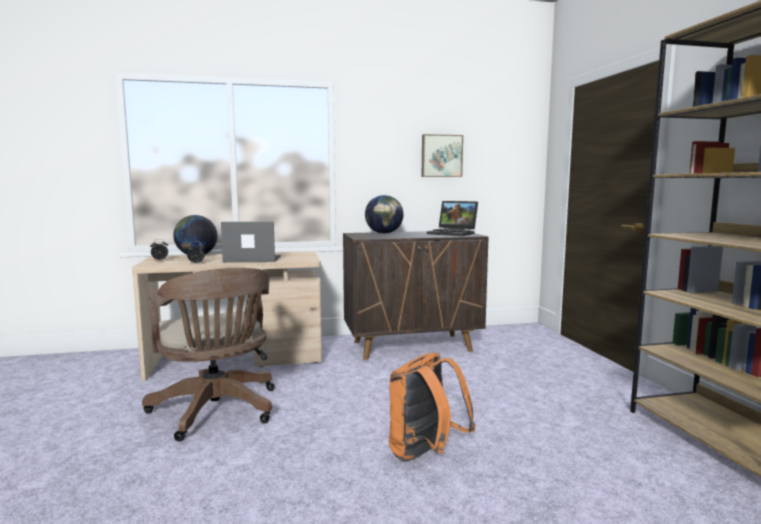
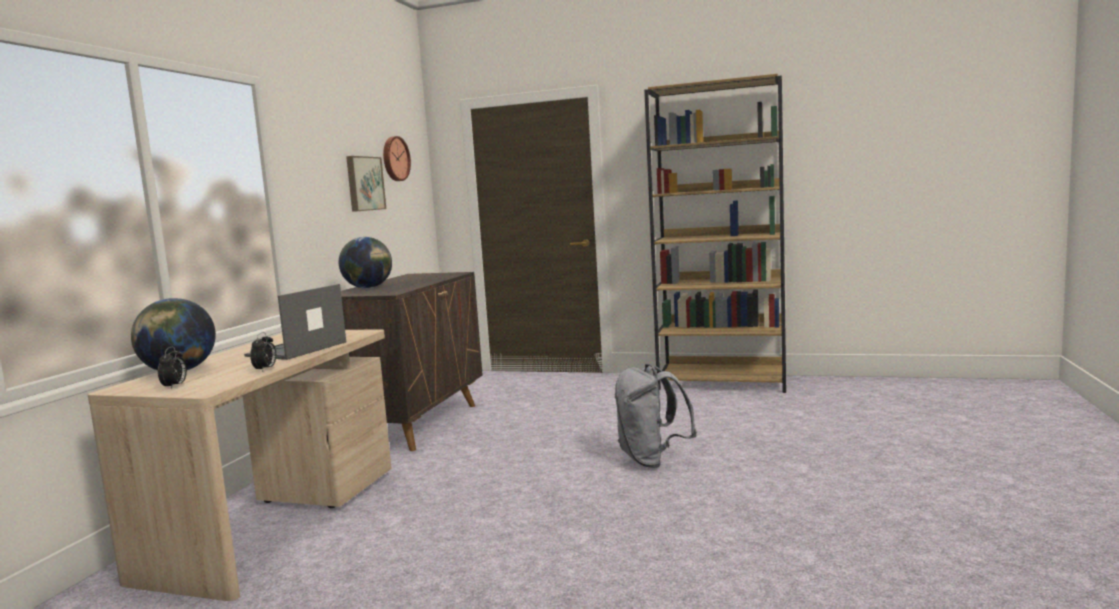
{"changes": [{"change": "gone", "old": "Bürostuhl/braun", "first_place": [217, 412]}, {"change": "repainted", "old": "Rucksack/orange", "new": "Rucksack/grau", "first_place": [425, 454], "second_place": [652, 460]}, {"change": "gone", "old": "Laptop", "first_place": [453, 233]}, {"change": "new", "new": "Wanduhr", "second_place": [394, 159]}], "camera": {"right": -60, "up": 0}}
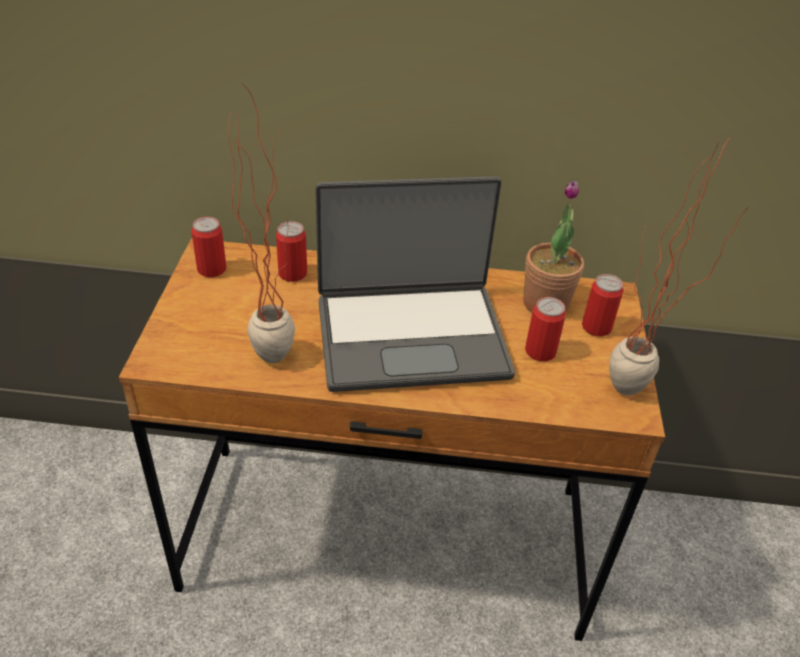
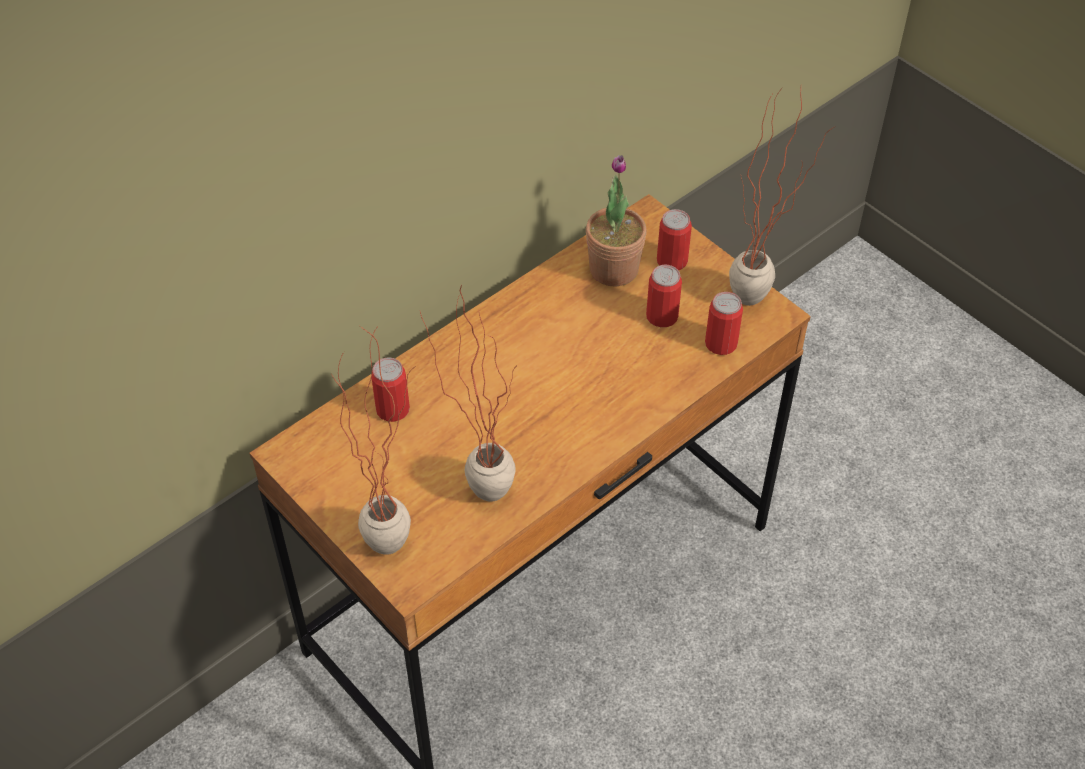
{"changes": [{"change": "shifted", "old": "Dose", "first_place": [212, 269], "second_place": [721, 343]}, {"change": "gone", "old": "Laptop", "first_place": [411, 336]}, {"change": "new", "new": "Topfpflanze", "second_place": [397, 533]}], "camera": {"right": -45, "up": 10}}
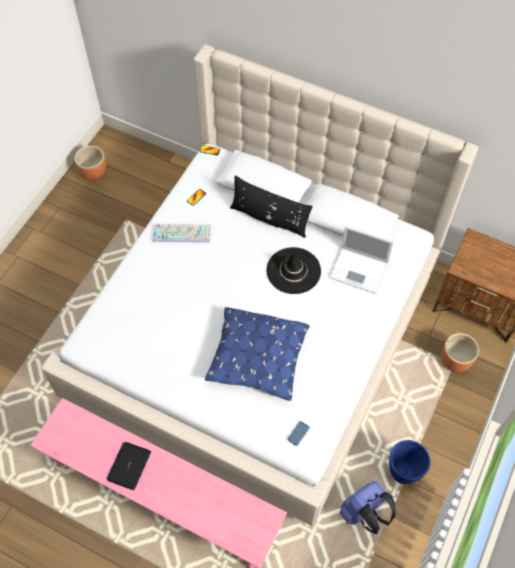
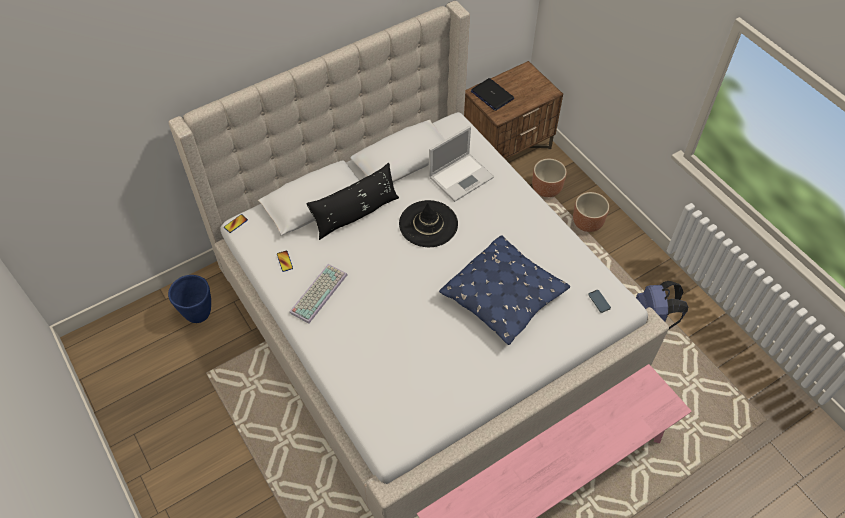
{"changes": [{"change": "shifted", "old": "Pflanzkübel/braun", "first_place": [94, 173], "second_place": [587, 222]}, {"change": "shifted", "old": "Laptop", "first_place": [129, 465], "second_place": [492, 95]}, {"change": "shifted", "old": "Pflanzkübel/blau", "first_place": [403, 472], "second_place": [198, 313]}], "camera": {"right": -60, "up": -5}}
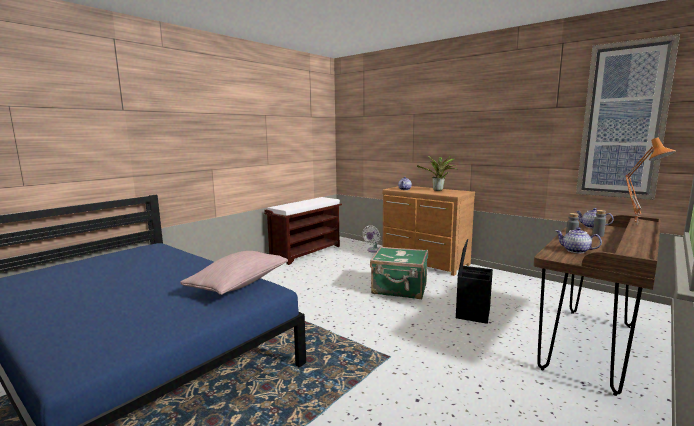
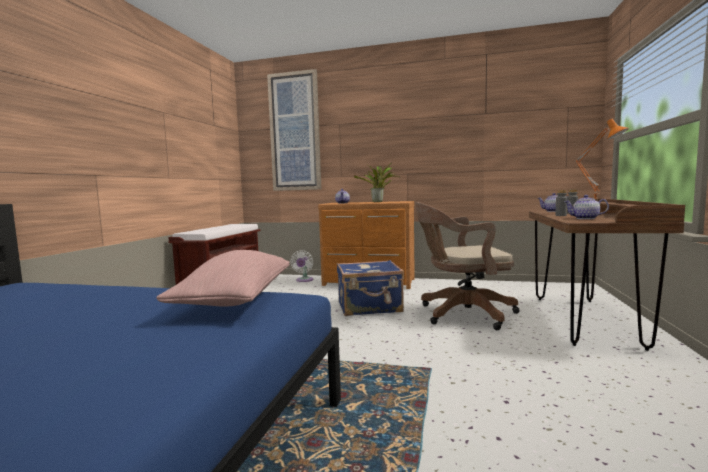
{"changes": [{"change": "repainted", "old": "Koffer/grün", "new": "Koffer/blau", "first_place": [400, 289], "second_place": [370, 307]}, {"change": "swapped", "old": "Aufbewahrungsbox/schwarz", "new": "Bürostuhl/braun", "first_place": [472, 313], "second_place": [462, 314]}, {"change": "shifted", "old": "Bild", "first_place": [623, 121], "second_place": [295, 132]}], "camera": {"right": -25, "up": -5}}
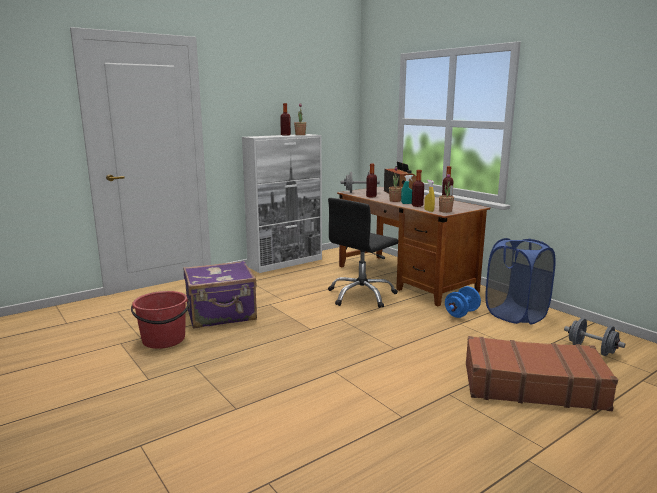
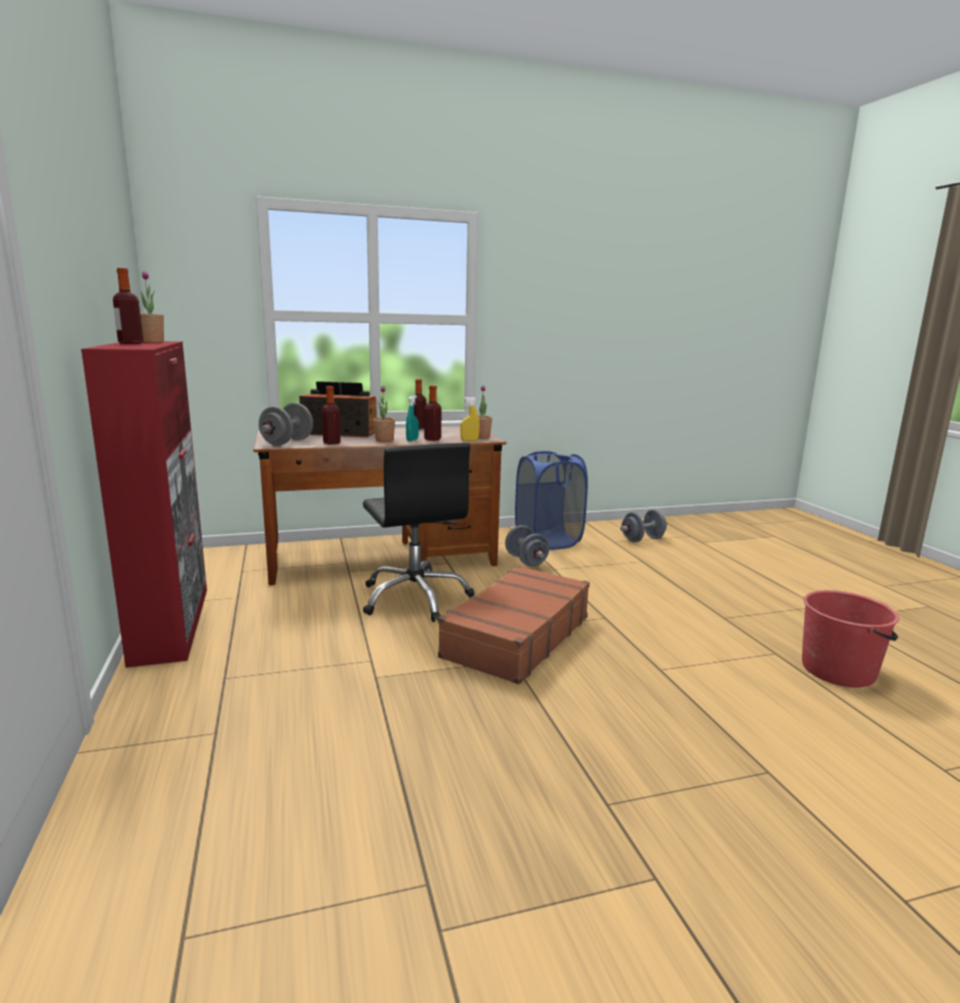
{"changes": [{"change": "shifted", "old": "Eimer/rot", "first_place": [164, 340], "second_place": [839, 670]}, {"change": "gone", "old": "Koffer/lila", "first_place": [221, 315]}, {"change": "repainted", "old": "Schrank/weiß", "new": "Schrank/rot", "first_place": [286, 263], "second_place": [171, 623]}, {"change": "repainted", "old": "Hantel/blau", "new": "Hantel/grau", "first_place": [461, 313], "second_place": [526, 561]}, {"change": "shifted", "old": "Koffer/braun", "first_place": [532, 385], "second_place": [516, 637]}], "camera": {"right": -70, "up": 0}}
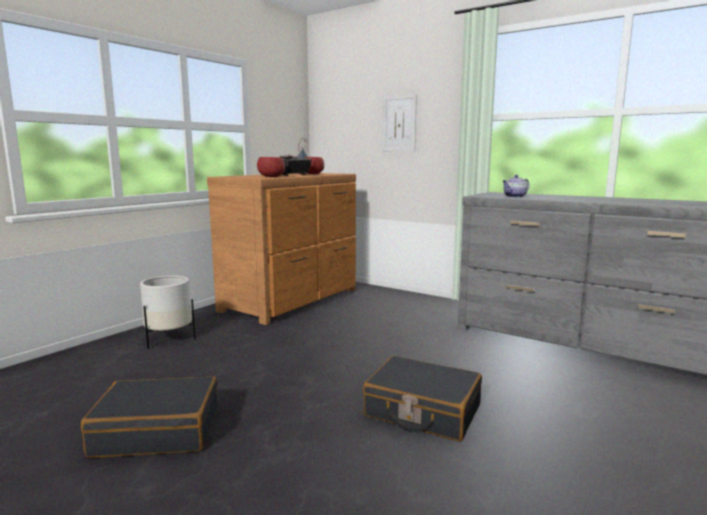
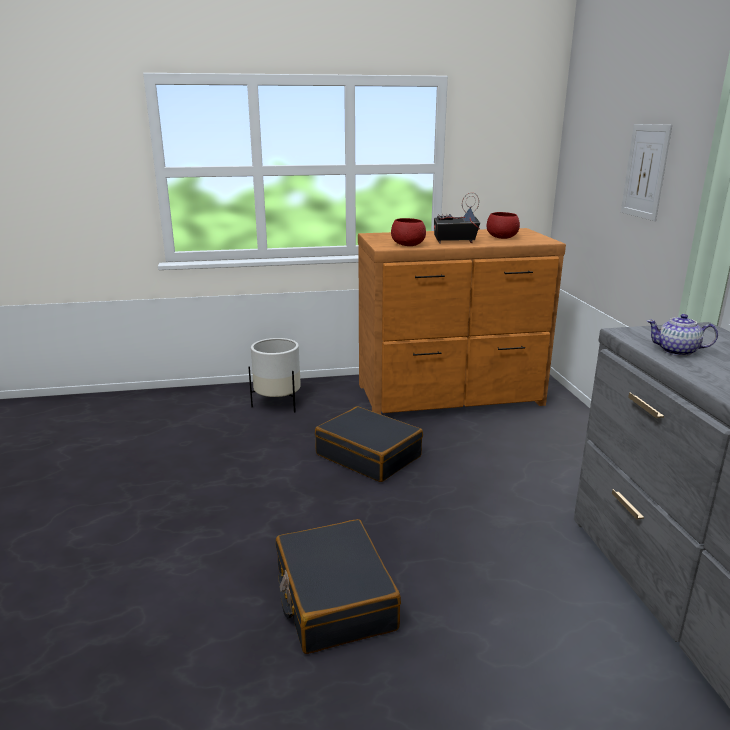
{"changes": [{"change": "shifted", "old": "Koffer/schwarz", "first_place": [158, 431], "second_place": [369, 455]}], "camera": {"right": 45, "up": 10}}
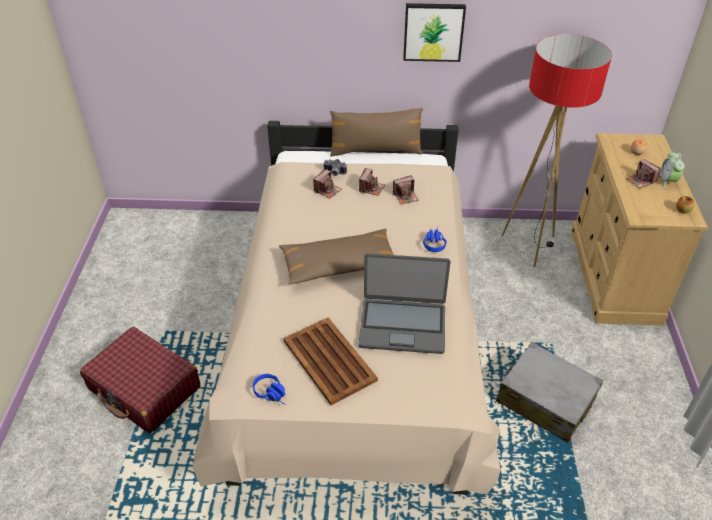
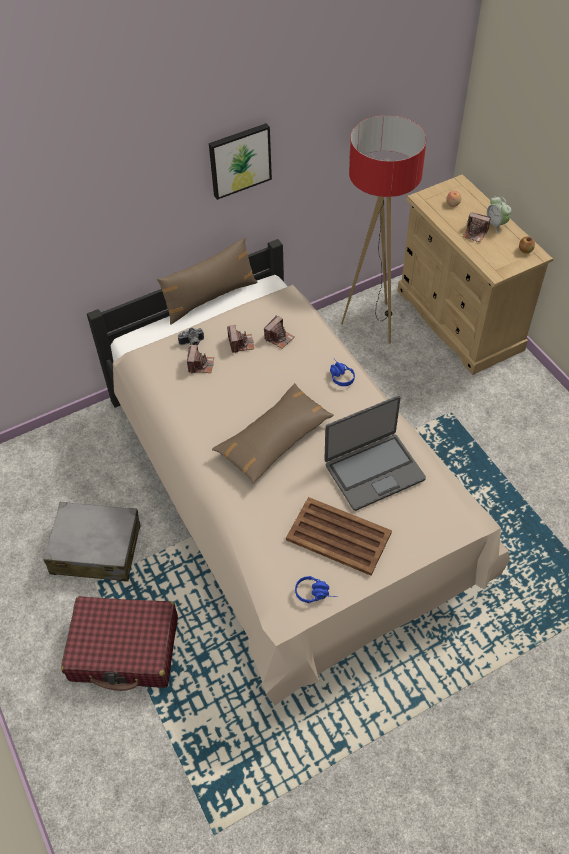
{"changes": [{"change": "shifted", "old": "Koffer/grau", "first_place": [545, 400], "second_place": [96, 549]}], "camera": {"right": -30, "up": 10}}
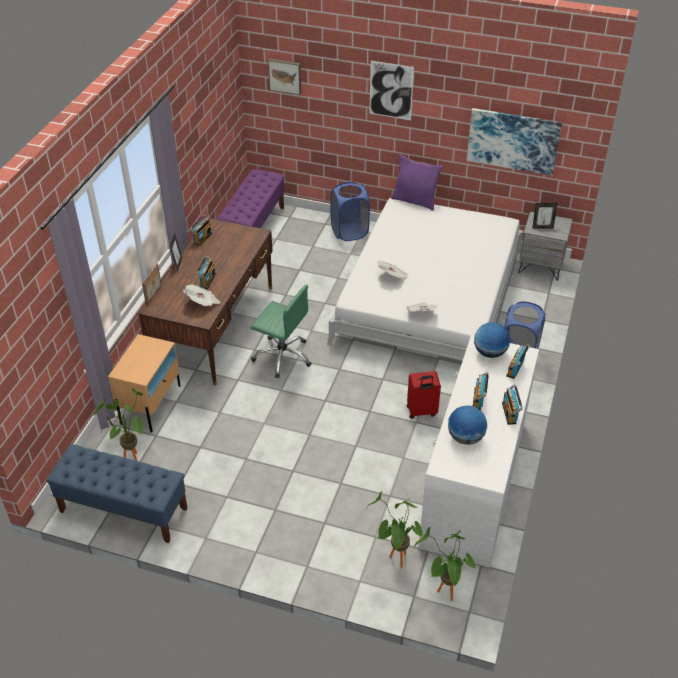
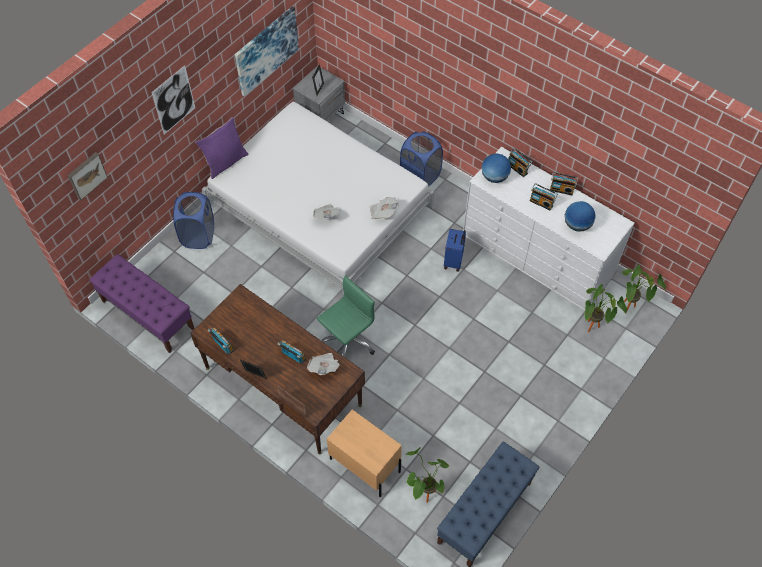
{"changes": [{"change": "repainted", "old": "Koffer/rot", "new": "Koffer/blau", "first_place": [421, 412], "second_place": [454, 261]}], "camera": {"right": -70, "up": 15}}
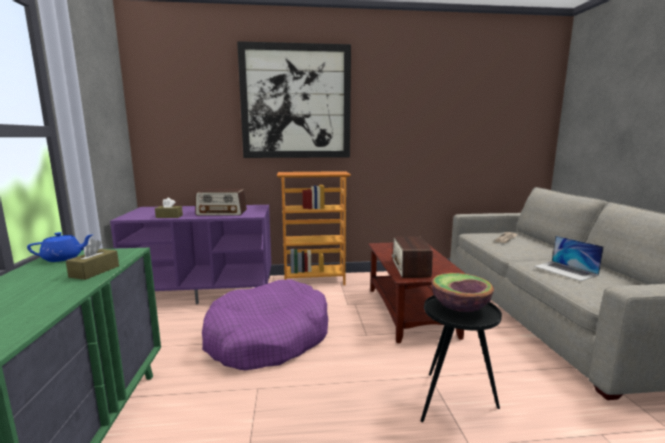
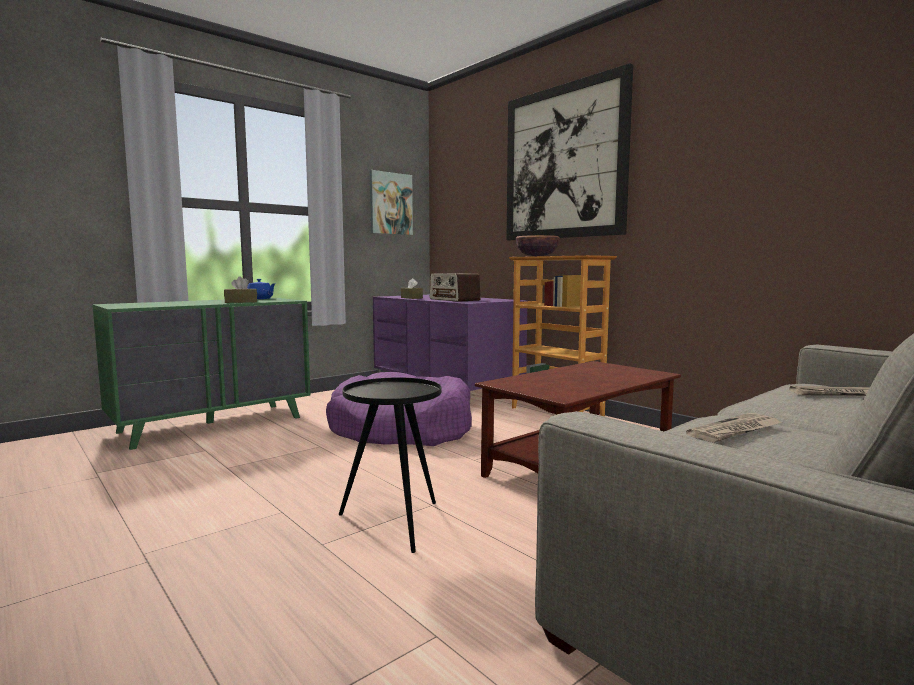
{"changes": [{"change": "gone", "old": "Radio", "first_place": [410, 268]}, {"change": "shifted", "old": "Schüssel", "first_place": [459, 307], "second_place": [537, 256]}, {"change": "swapped", "old": "Laptop", "new": "Zeitung", "first_place": [565, 270], "second_place": [735, 431]}, {"change": "new", "new": "Bild", "second_place": [390, 203]}], "camera": {"right": 55, "up": -5}}
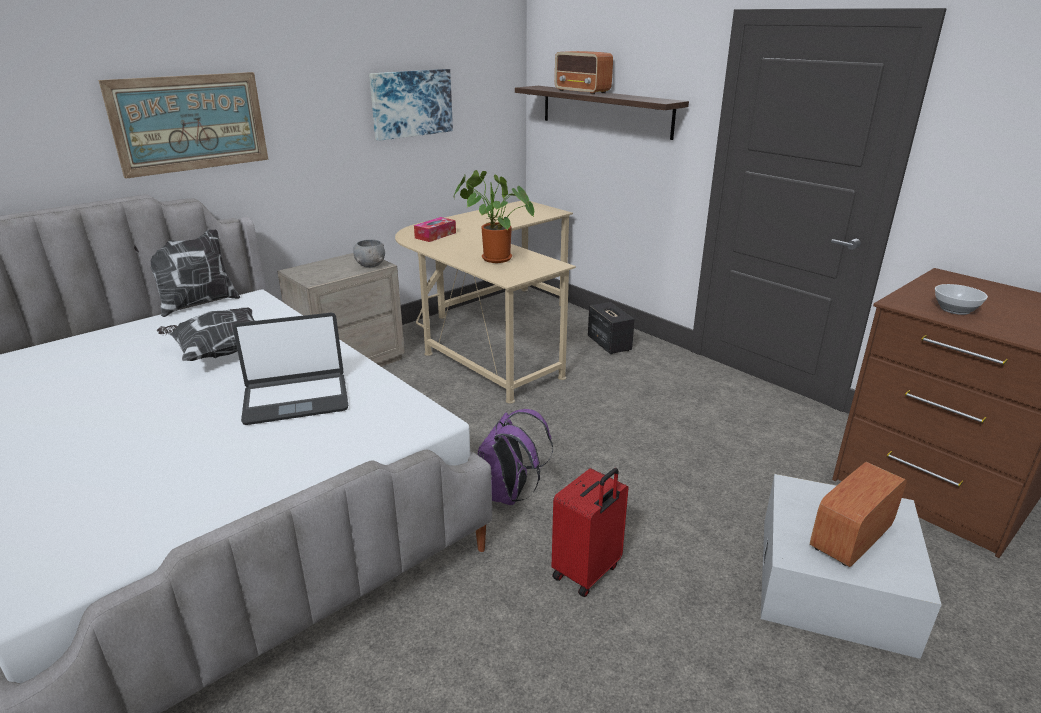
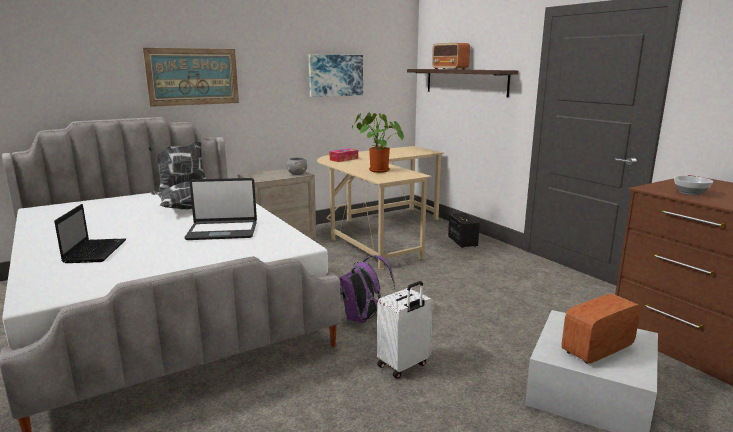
{"changes": [{"change": "repainted", "old": "Koffer/rot", "new": "Koffer/weiß", "first_place": [587, 572], "second_place": [403, 365]}, {"change": "new", "new": "Laptop", "second_place": [95, 251]}], "camera": {"right": 10, "up": -10}}
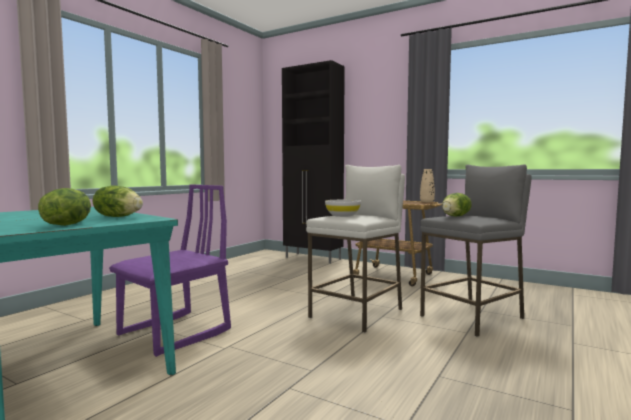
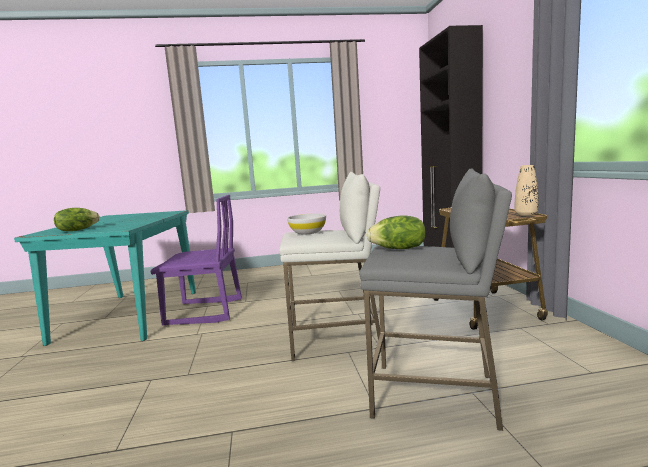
{"changes": [{"change": "gone", "old": "Salatkopf", "first_place": [118, 217]}], "camera": {"right": 50, "up": 5}}
